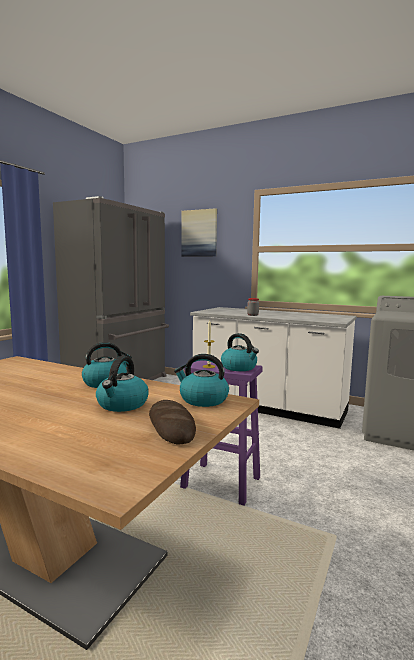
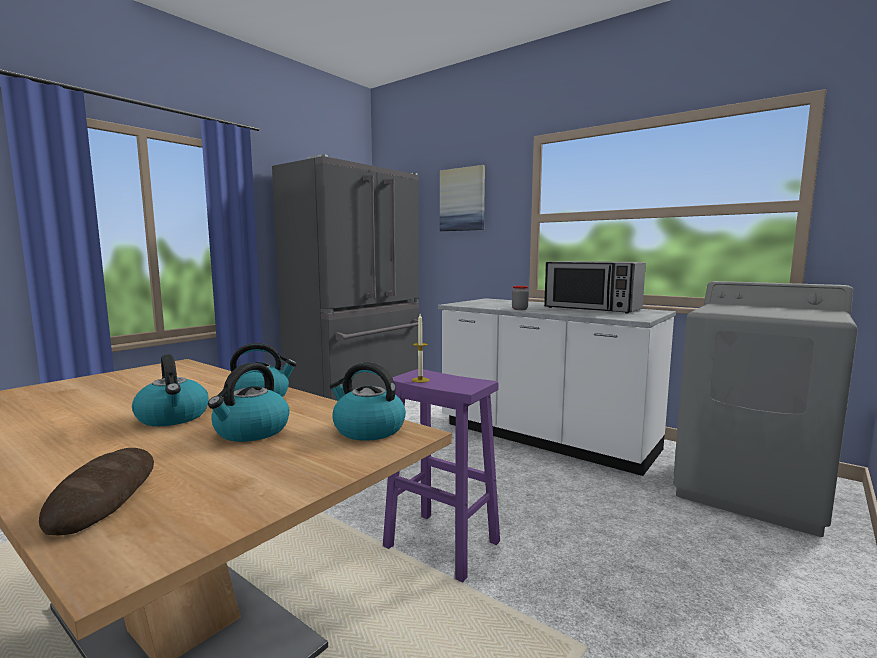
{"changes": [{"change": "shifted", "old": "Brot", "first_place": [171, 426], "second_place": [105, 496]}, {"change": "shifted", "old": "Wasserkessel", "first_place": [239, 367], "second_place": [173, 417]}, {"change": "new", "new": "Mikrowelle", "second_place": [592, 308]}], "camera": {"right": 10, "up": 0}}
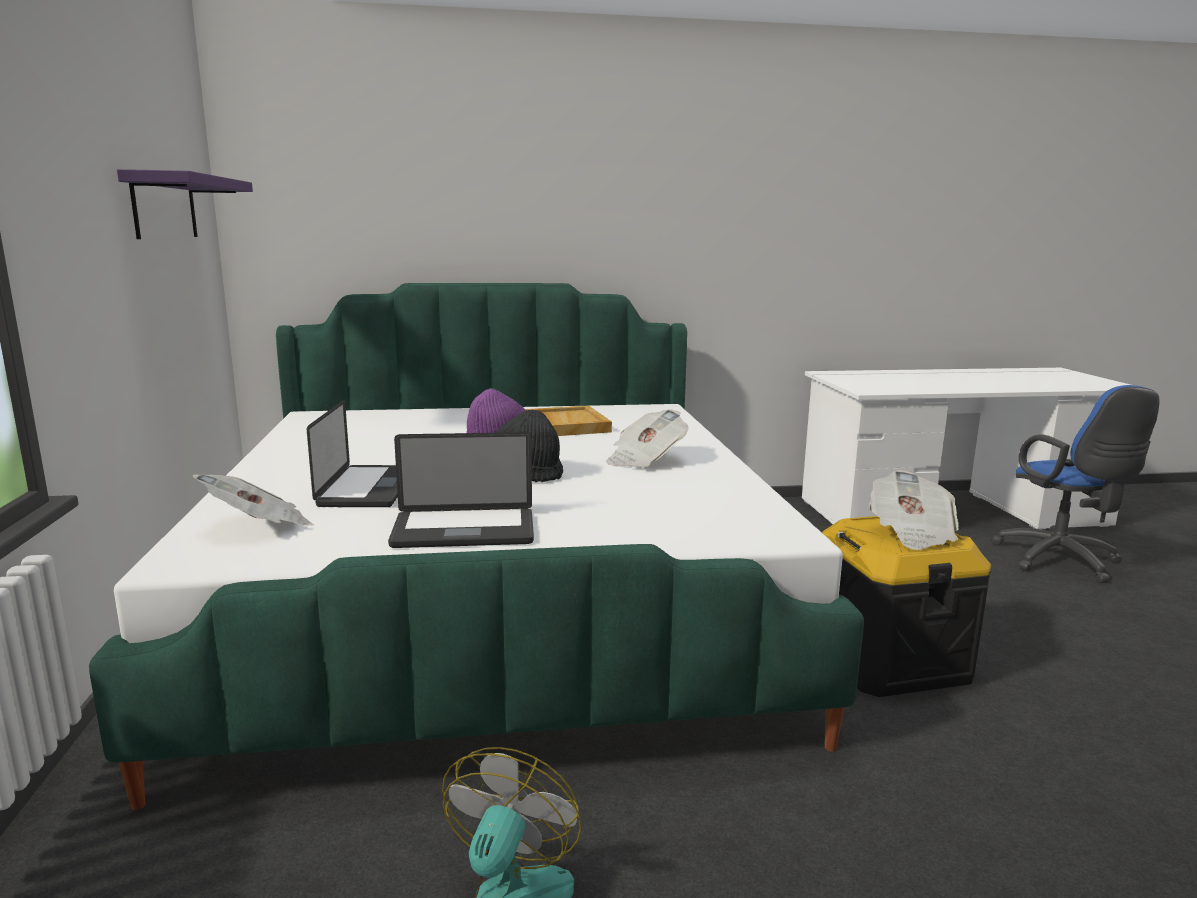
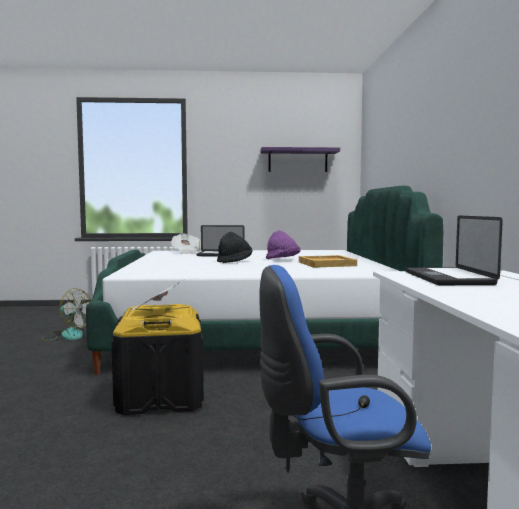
{"changes": [{"change": "shifted", "old": "Laptop", "first_place": [464, 531], "second_place": [448, 278]}, {"change": "gone", "old": "Zeitung", "first_place": [644, 460]}], "camera": {"right": 95, "up": -10}}
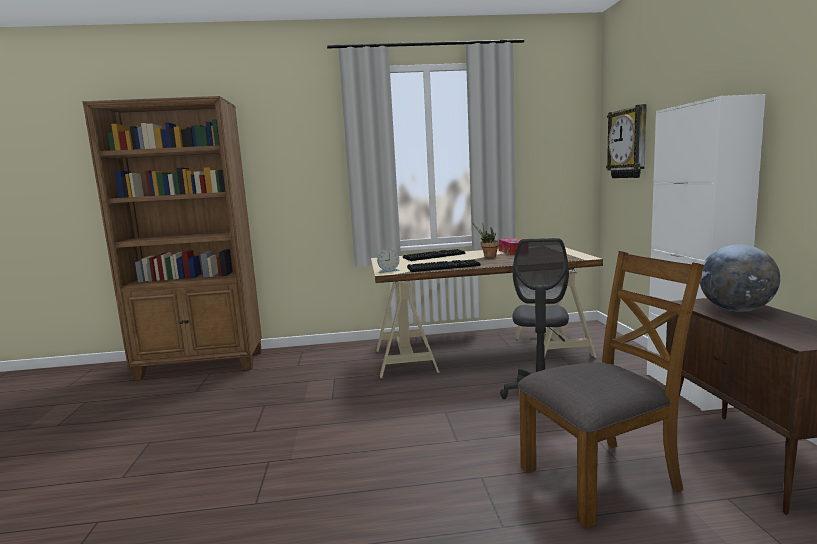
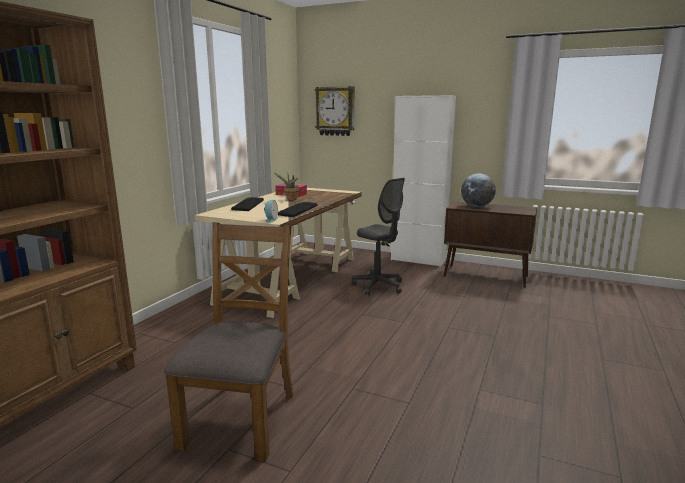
{"changes": [{"change": "shifted", "old": "Stuhl/braun", "first_place": [601, 478], "second_place": [241, 418]}], "camera": {"right": -60, "up": 5}}
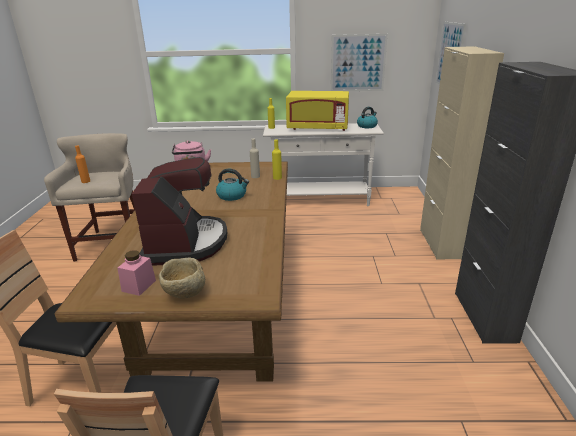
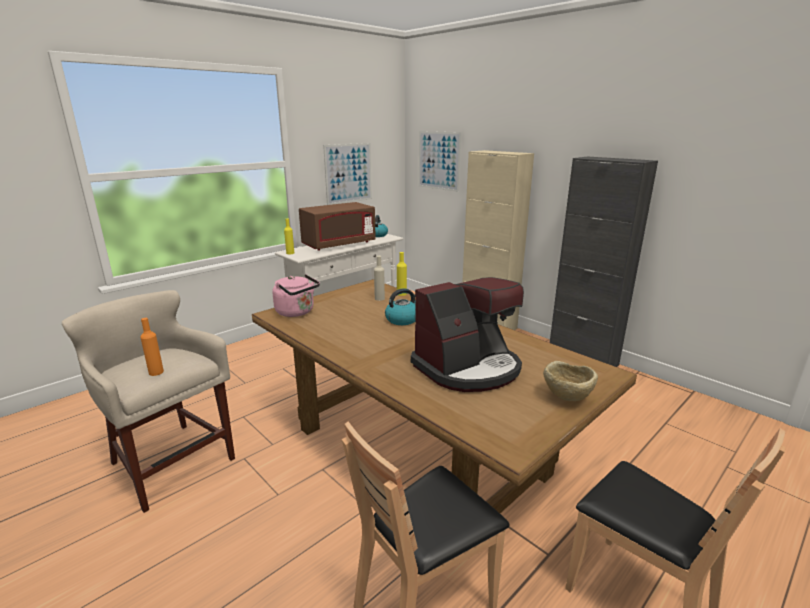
{"changes": [{"change": "gone", "old": "Vorratsglas/rosa", "first_place": [139, 286]}, {"change": "rotated", "old": "Kaffeemaschine", "first_place": [186, 243], "second_place": [468, 368], "degrees": 105}, {"change": "repainted", "old": "Mikrowelle/gelb", "new": "Mikrowelle/braun", "first_place": [318, 128], "second_place": [339, 244]}], "camera": {"right": -45, "up": -5}}
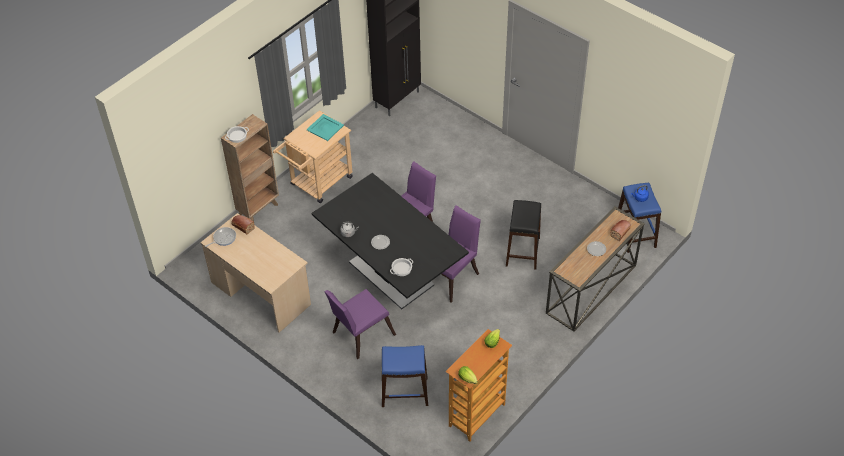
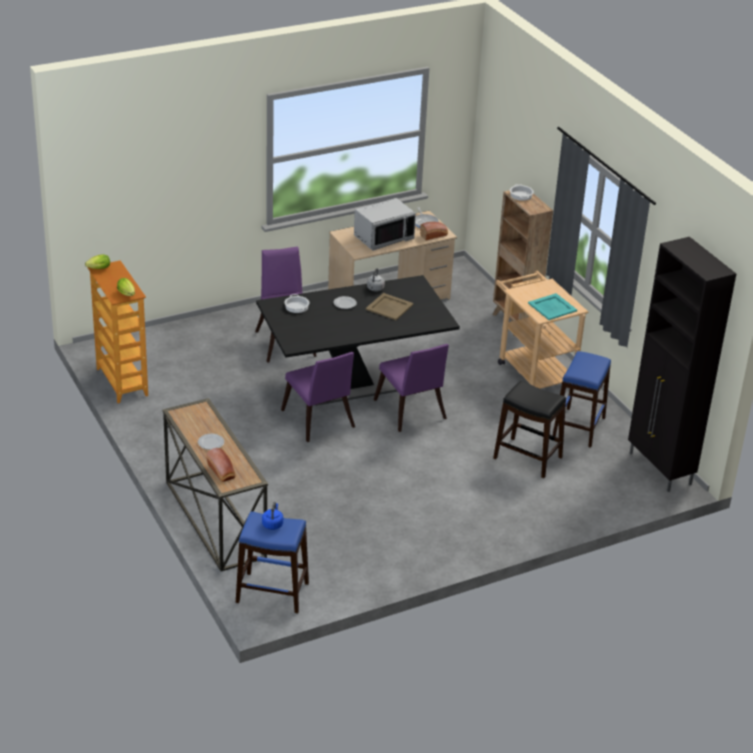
{"changes": [{"change": "shifted", "old": "Hocker/blau", "first_place": [405, 392], "second_place": [578, 427]}, {"change": "shifted", "old": "Hocker/schwarz", "first_place": [523, 251], "second_place": [527, 458]}, {"change": "new", "new": "Mikrowelle/grau", "second_place": [383, 237]}, {"change": "new", "new": "Tablett/beige", "second_place": [389, 307]}], "camera": {"right": 110, "up": -15}}
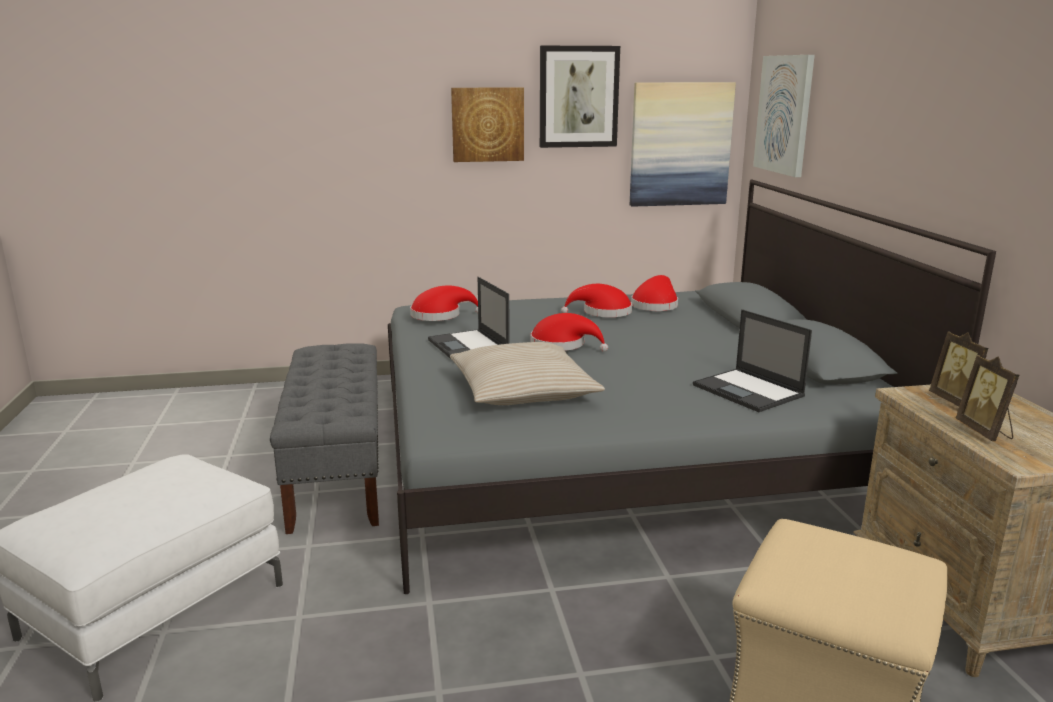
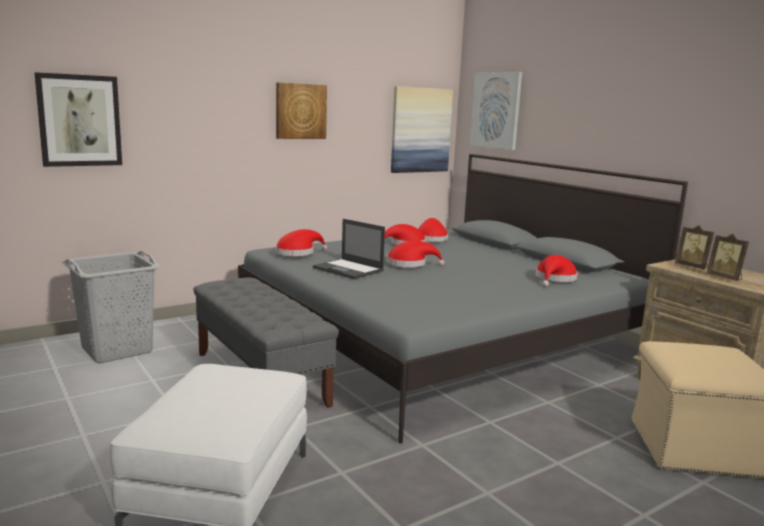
{"changes": [{"change": "gone", "old": "Kissen/beige", "first_place": [522, 390]}, {"change": "shifted", "old": "Bild", "first_place": [578, 97], "second_place": [79, 120]}, {"change": "swapped", "old": "Laptop", "new": "Hut/rot", "first_place": [749, 391], "second_place": [555, 279]}, {"change": "new", "new": "Wäschekorb/grau", "second_place": [116, 350]}], "camera": {"right": -25, "up": -5}}
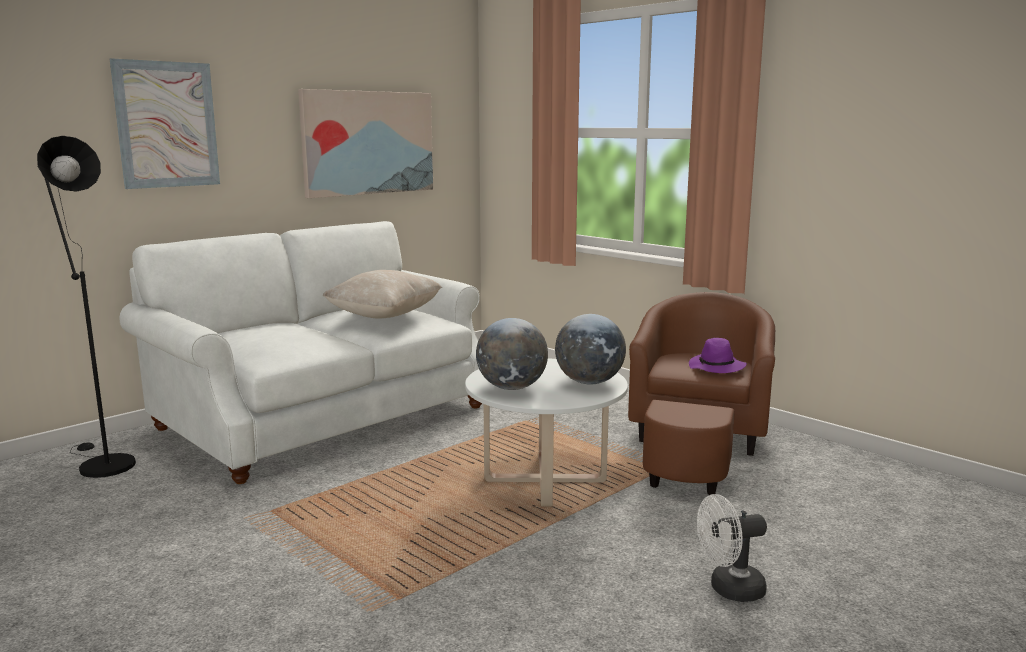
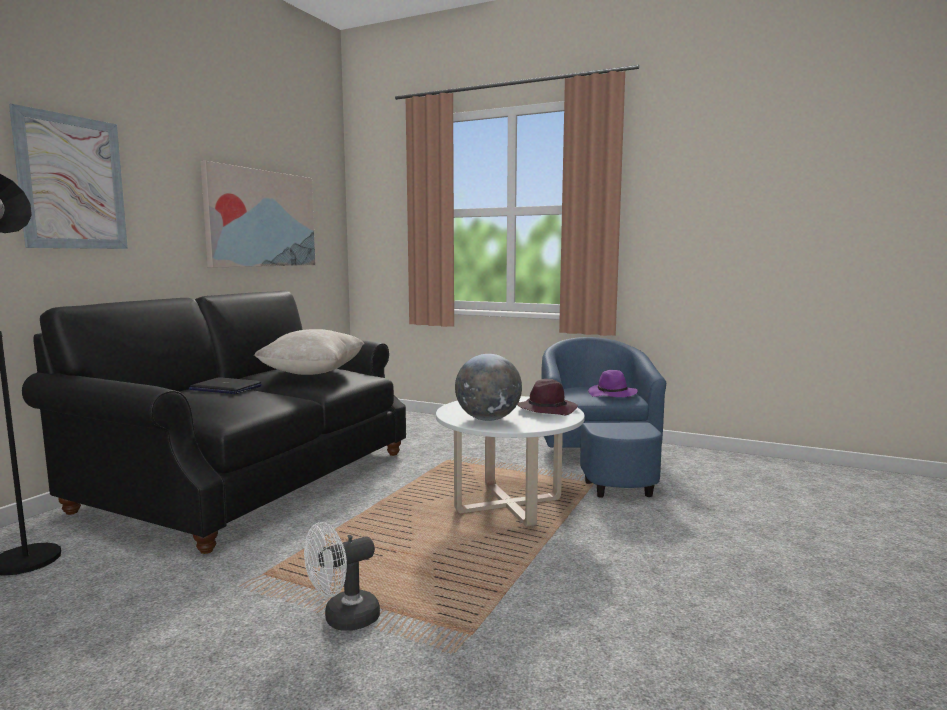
{"changes": [{"change": "repainted", "old": "Sofa/weiß", "new": "Sofa/schwarz", "first_place": [325, 417], "second_place": [252, 479]}, {"change": "swapped", "old": "Globus", "new": "Hut/lila", "first_place": [589, 382], "second_place": [547, 409]}, {"change": "repainted", "old": "Sessel/braun", "new": "Sessel/blau", "first_place": [697, 443], "second_place": [600, 460]}, {"change": "shifted", "old": "Ventilator/weiß", "first_place": [729, 590], "second_place": [343, 619]}, {"change": "new", "new": "Laptop", "second_place": [225, 388]}], "camera": {"right": -20, "up": -5}}
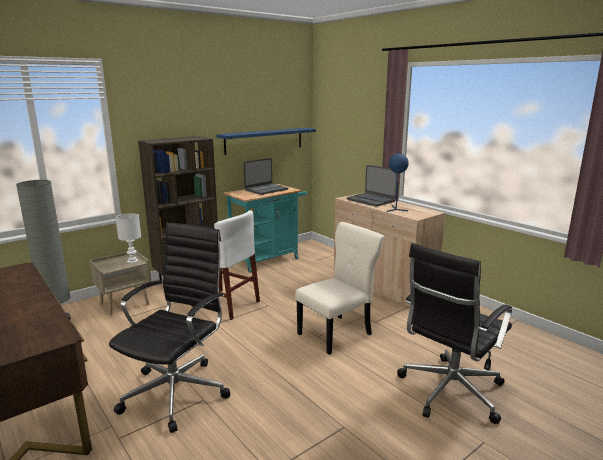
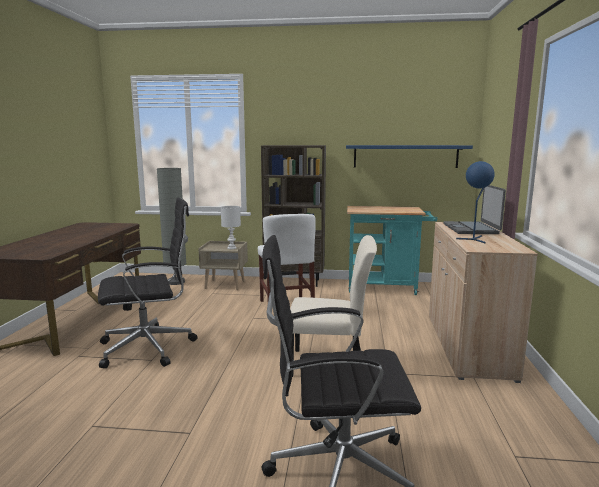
{"changes": [{"change": "gone", "old": "Laptop", "first_place": [266, 190]}], "camera": {"right": 45, "up": -5}}
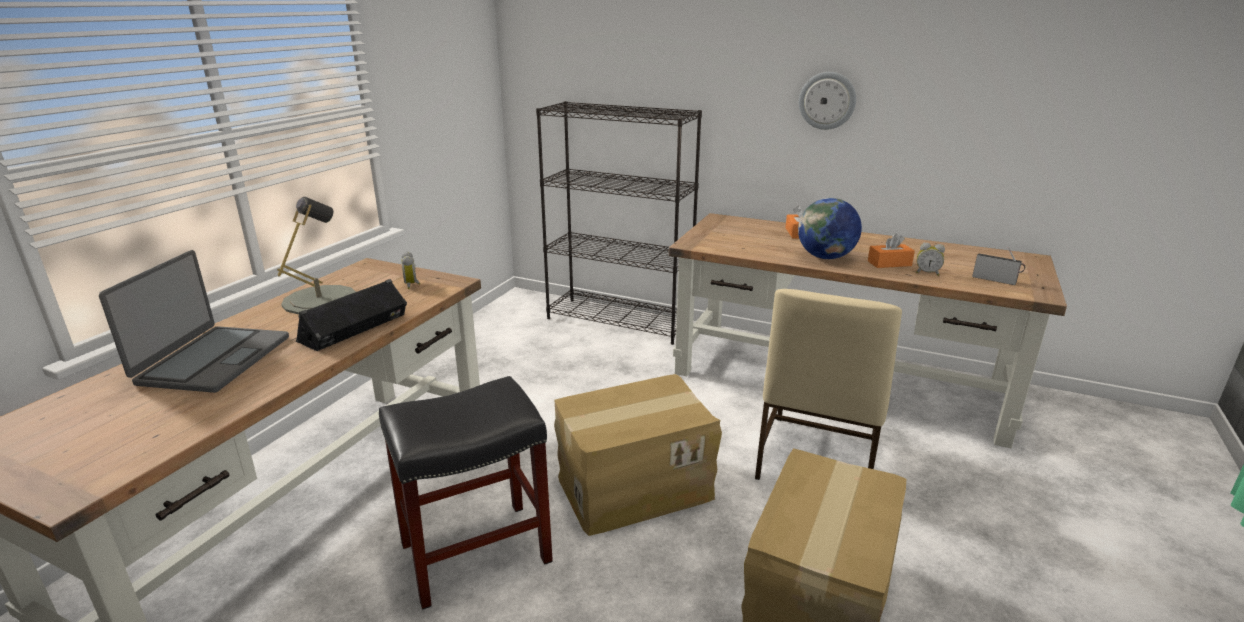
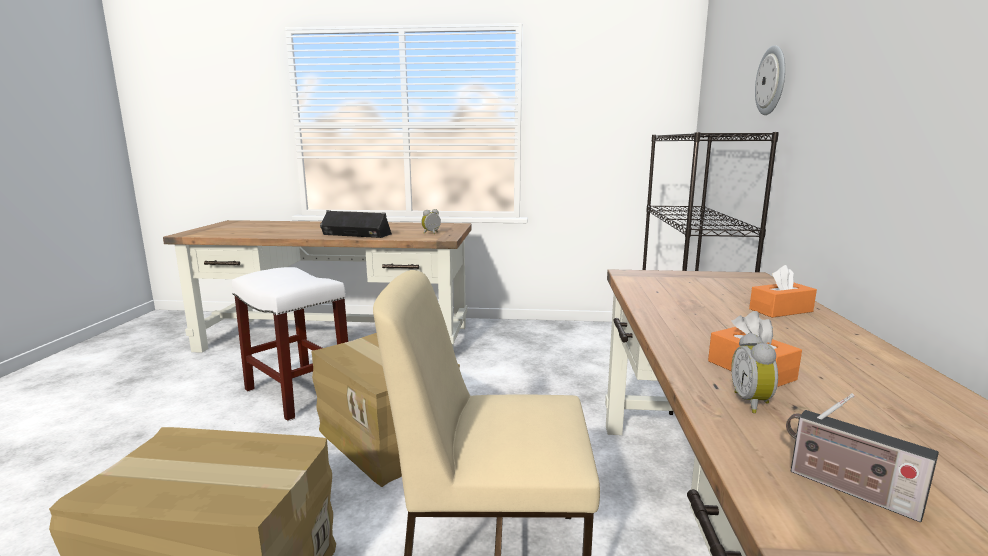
{"changes": [{"change": "gone", "old": "Laptop", "first_place": [213, 360]}, {"change": "gone", "old": "Tischlampe/grau", "first_place": [319, 299]}, {"change": "repainted", "old": "Hocker/schwarz", "new": "Hocker/weiß", "first_place": [474, 553], "second_place": [297, 393]}, {"change": "gone", "old": "Globus", "first_place": [825, 257]}, {"change": "shifted", "old": "Wanduhr", "first_place": [827, 100], "second_place": [772, 81]}, {"change": "rotated", "old": "Radio", "first_place": [996, 280], "second_place": [845, 489], "degrees": 120}], "camera": {"right": 70, "up": -10}}
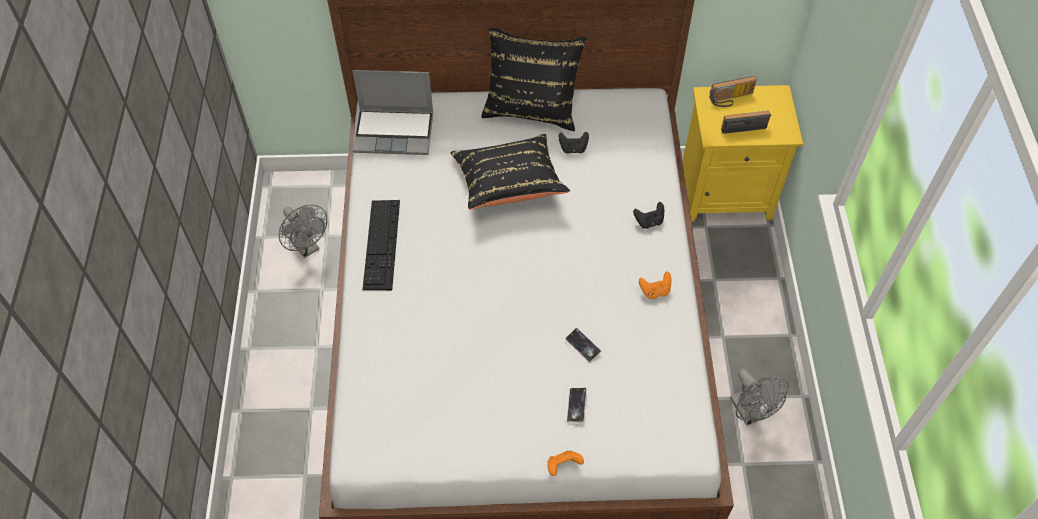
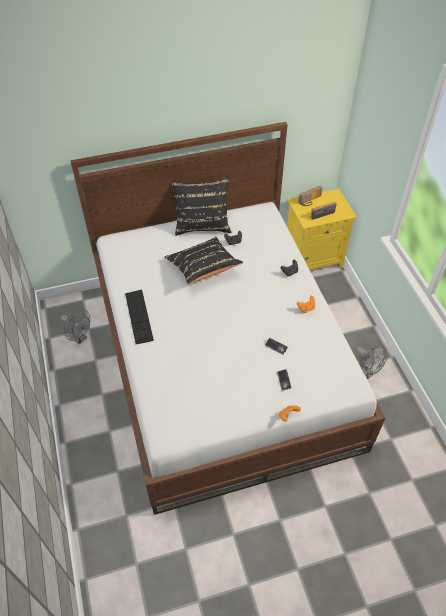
{"changes": [{"change": "gone", "old": "Laptop", "first_place": [395, 132]}], "camera": {"right": -15, "up": -5}}
